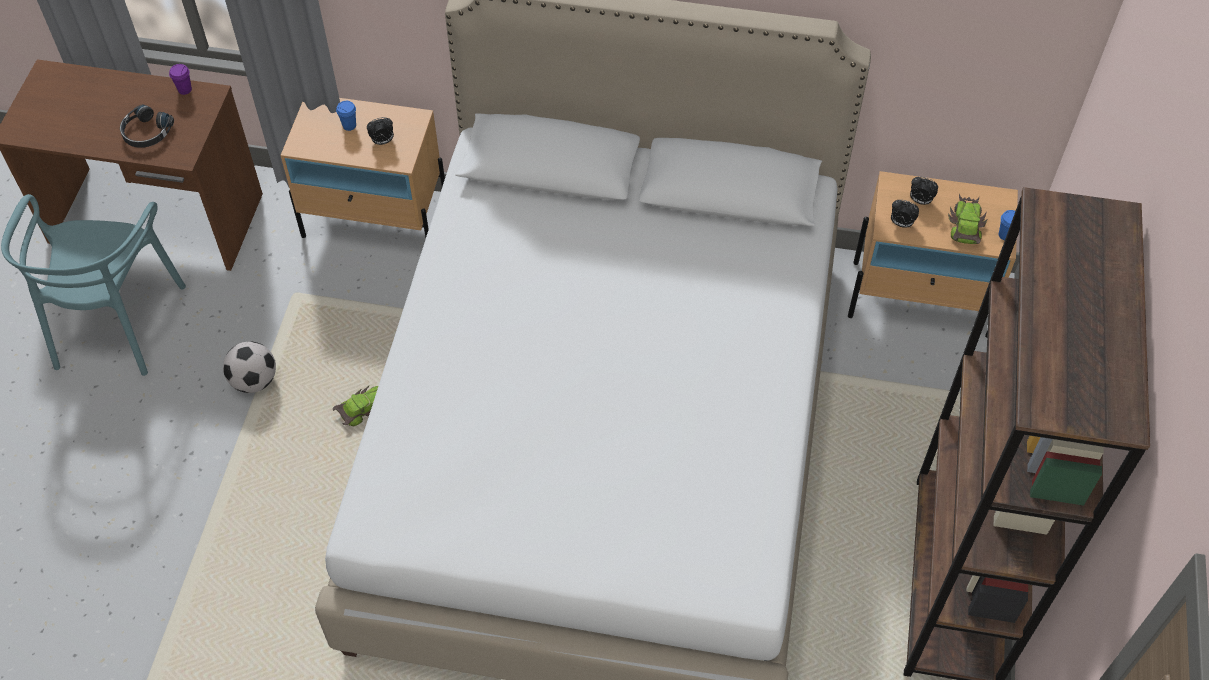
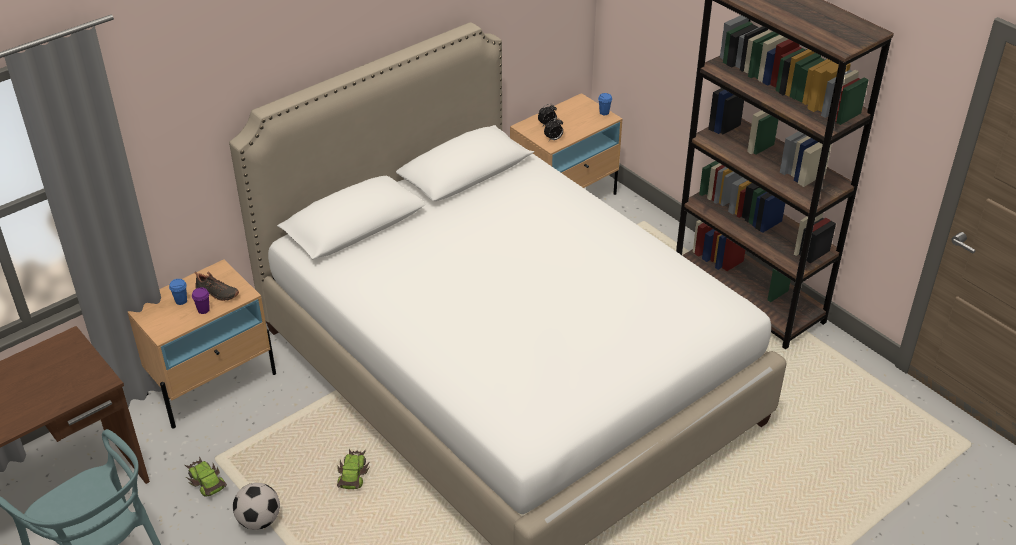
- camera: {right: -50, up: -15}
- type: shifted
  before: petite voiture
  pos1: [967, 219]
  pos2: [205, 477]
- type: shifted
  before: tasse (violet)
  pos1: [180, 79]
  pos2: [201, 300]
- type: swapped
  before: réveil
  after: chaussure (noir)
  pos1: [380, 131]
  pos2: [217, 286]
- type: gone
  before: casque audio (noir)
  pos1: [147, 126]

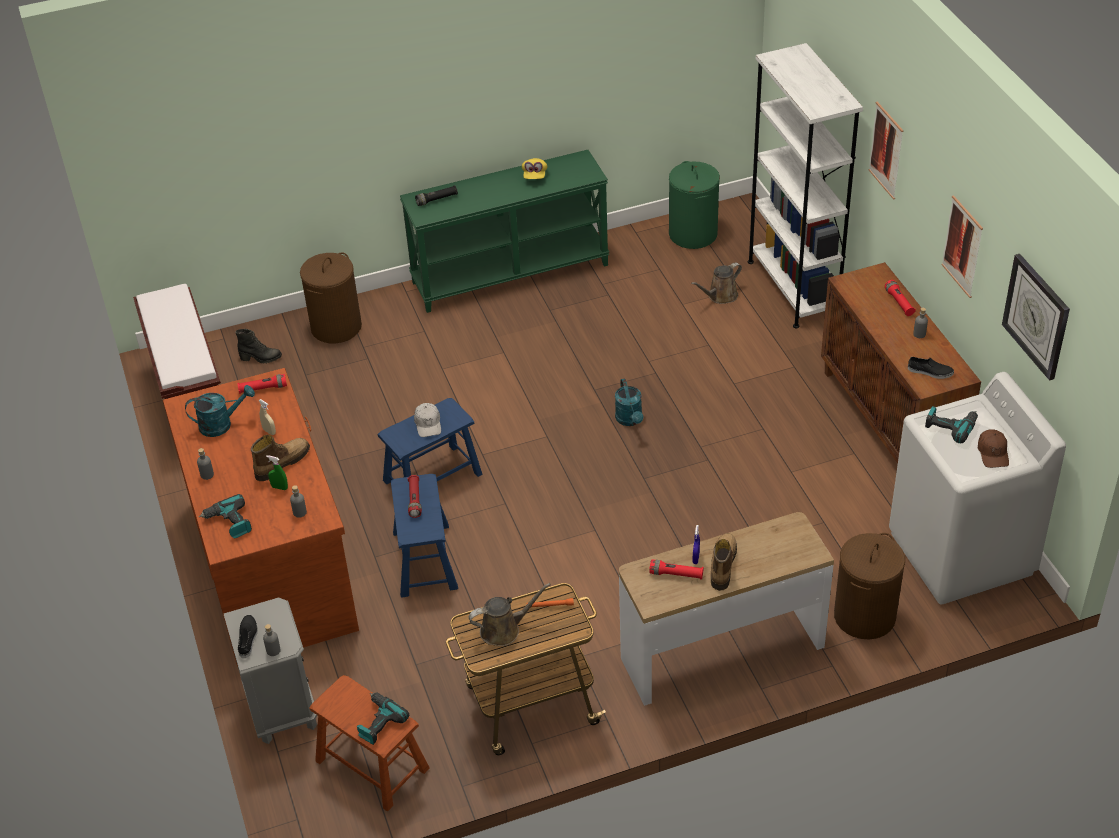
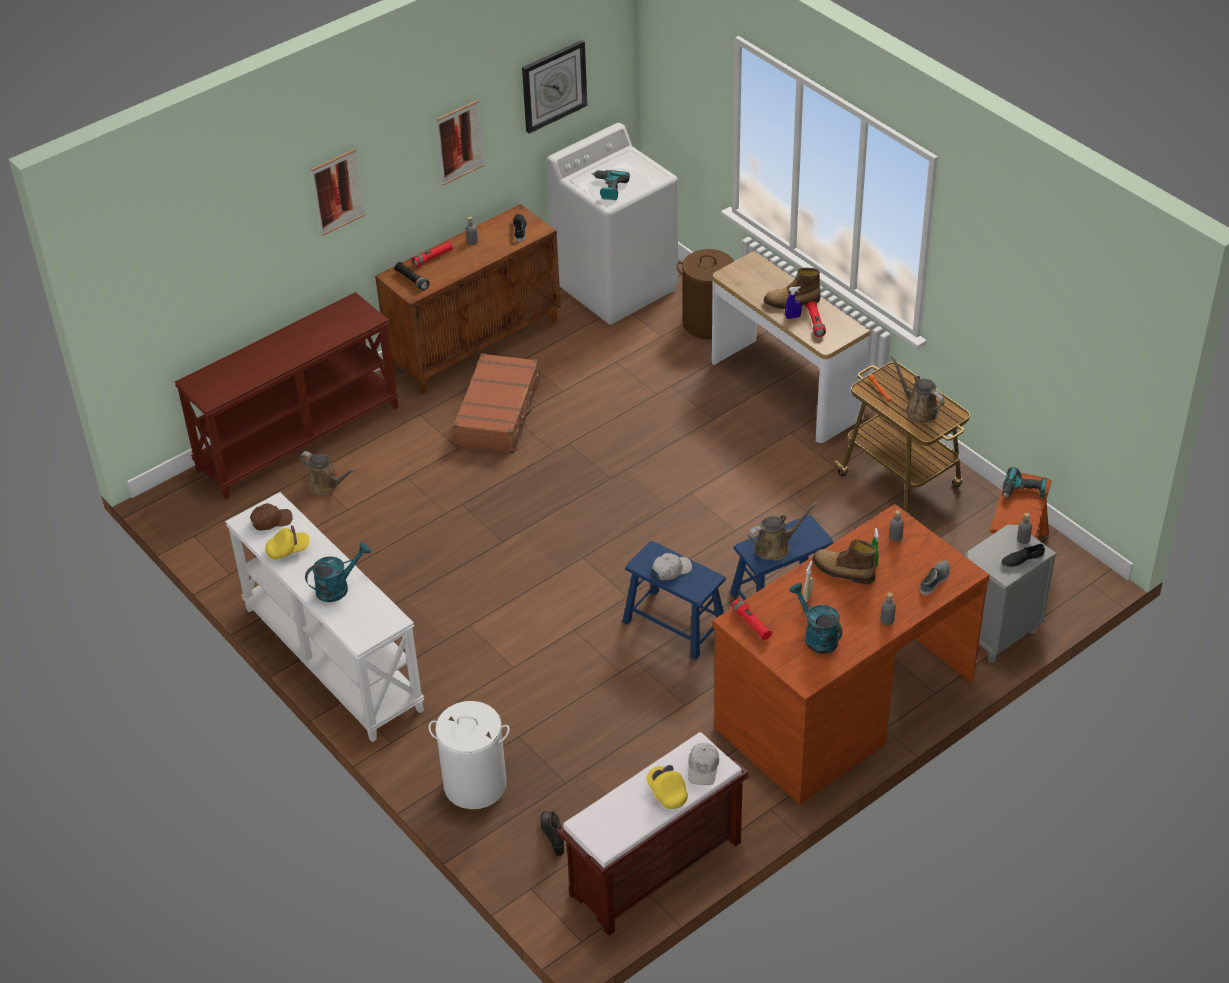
- camera: {right: -110, up: 0}
- type: swapped
  before: bibliothèque (blanc)
  after: table console (marron)
  pos1: [805, 185]
  pos2: [286, 395]
- type: repainted
  before: table console (vert)
  after: table console (blanc)
  pos1: [504, 231]
  pos2: [325, 617]
- type: shifted
  before: casquette (marron)
  pos1: [993, 448]
  pos2: [271, 516]
- type: shifted
  before: arrosoir (turquoise)
  pos1: [629, 402]
  pos2: [338, 572]
- type: shifted
  before: lampe de poche (noir)
  pos1: [436, 195]
  pos2: [412, 276]
- type: repainted
  before: panier à linge (marron)
  after: panier à linge (blanc)
  pos1: [331, 297]
  pos2: [469, 755]
- type: new
  after: valise (marron)
  pos2: [497, 403]
- type: new
  after: casquette (jaune)
  pos2: [667, 787]
- type: new
  after: casquette (blanc)
  pos2: [703, 764]
- type: swapped
  before: lampe de poche (rouge)
  after: arrosoir (marron)
  pos1: [415, 496]
  pos2: [783, 531]
- type: swapped
  before: perceuse
  after: chaussure (gris)
  pos1: [225, 516]
  pos2: [935, 577]
- type: gone
  before: panier à linge (vert)
  pos1: [694, 205]

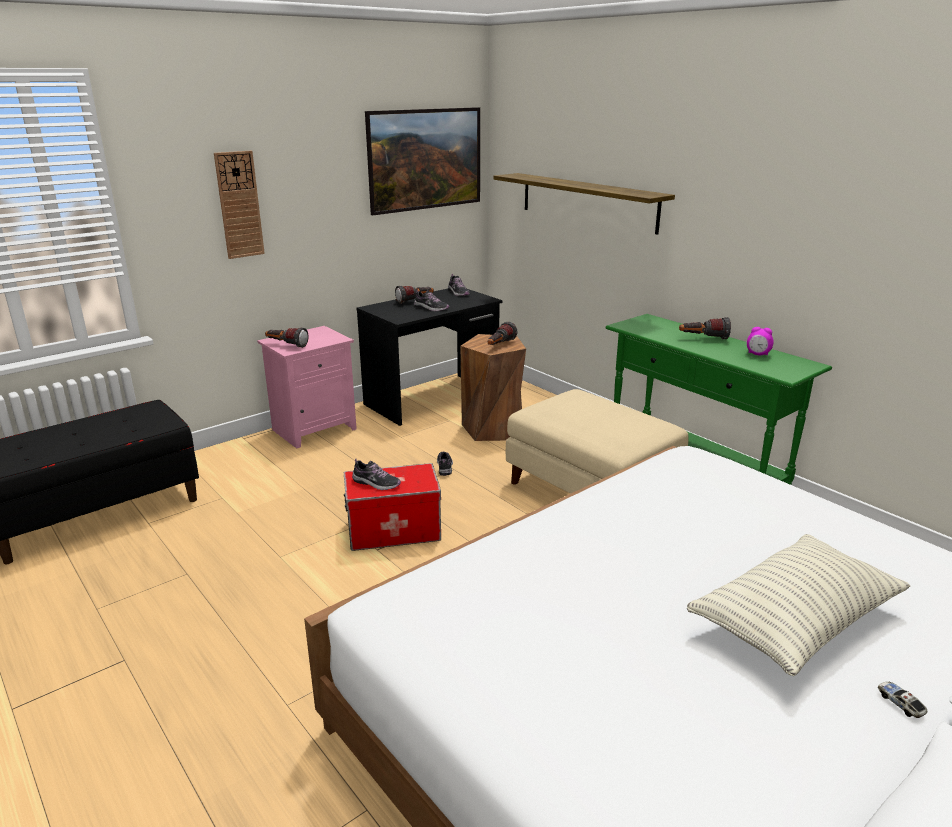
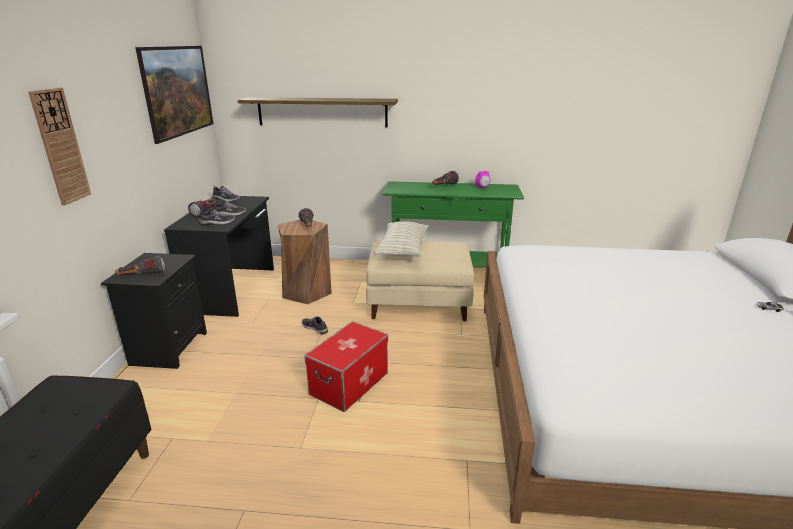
- camera: {right: -45, up: 0}
- type: repainted
  before: table de chevet (rose)
  after: table de chevet (noir)
  pos1: [307, 387]
  pos2: [154, 311]
- type: shifted
  before: chaussure
  pos1: [376, 474]
  pos2: [217, 217]
- type: shifted
  before: coussin
  pos1: [799, 605]
  pos2: [401, 239]

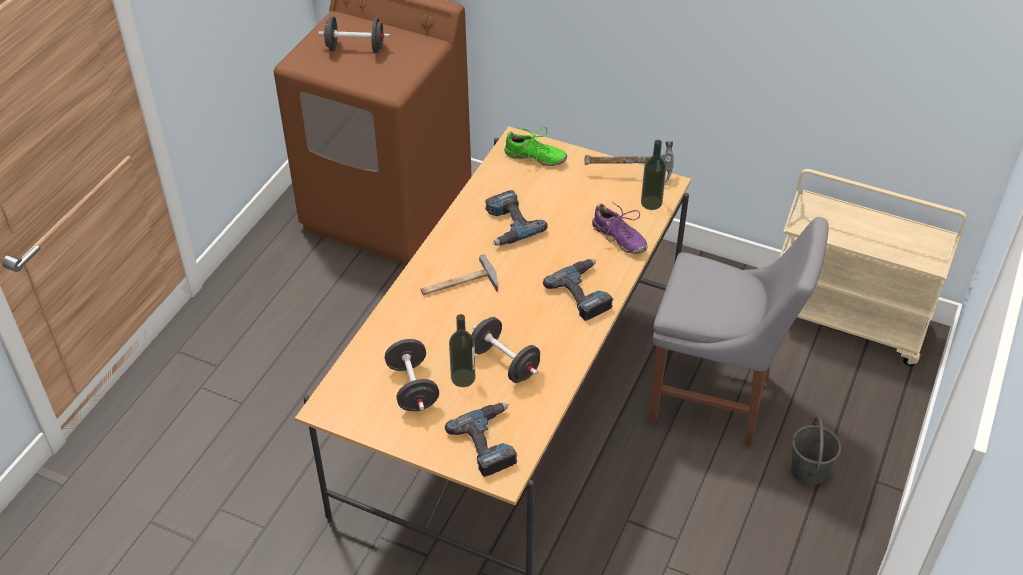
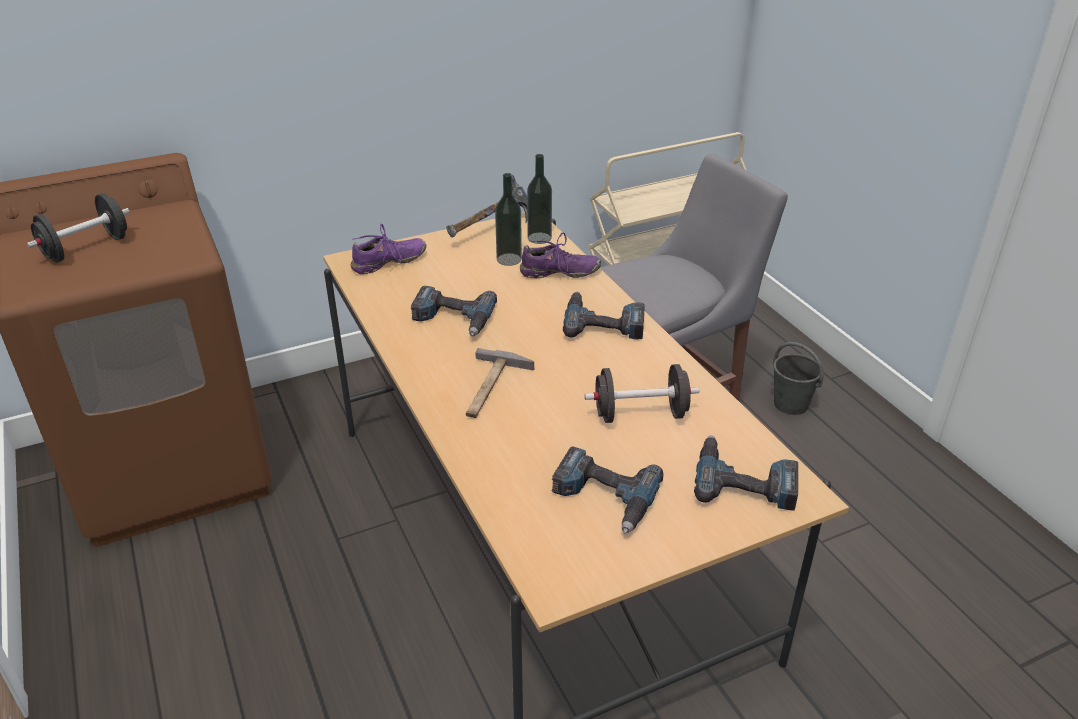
- camera: {right: -50, up: -10}
- type: repainted
  before: chaussure (vert)
  after: chaussure (violet)
  pos1: [535, 146]
  pos2: [388, 249]
- type: shifted
  before: bouteille
  pos1: [462, 350]
  pos2: [508, 219]
- type: swapped
  before: haltère (noir)
  after: perceuse
  pos1: [412, 375]
  pos2: [608, 490]

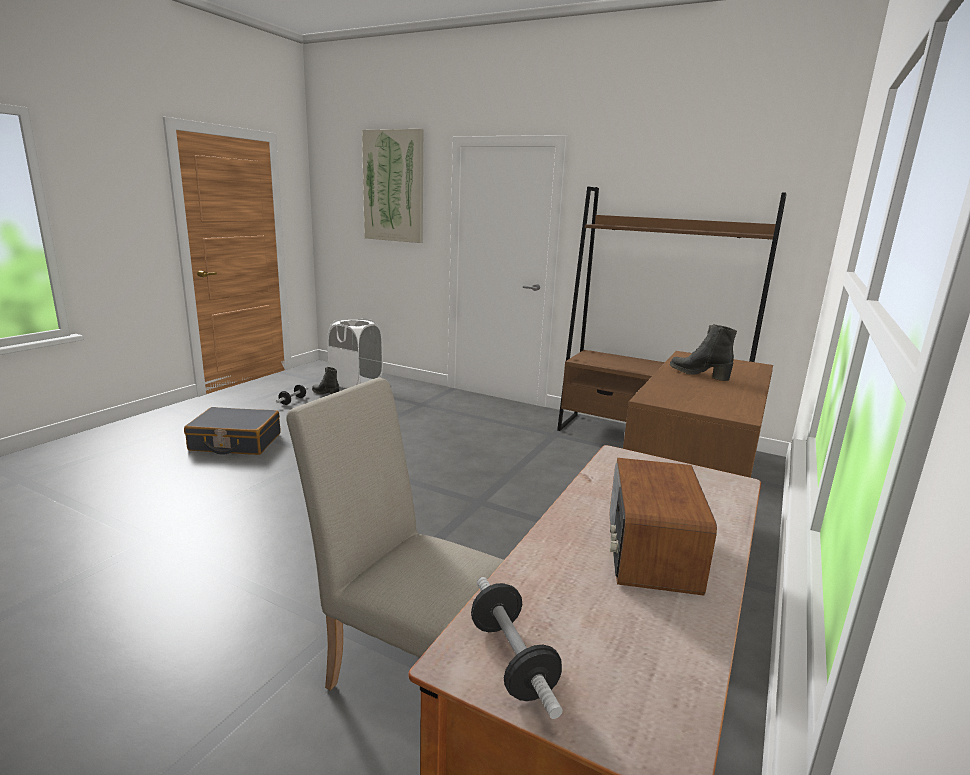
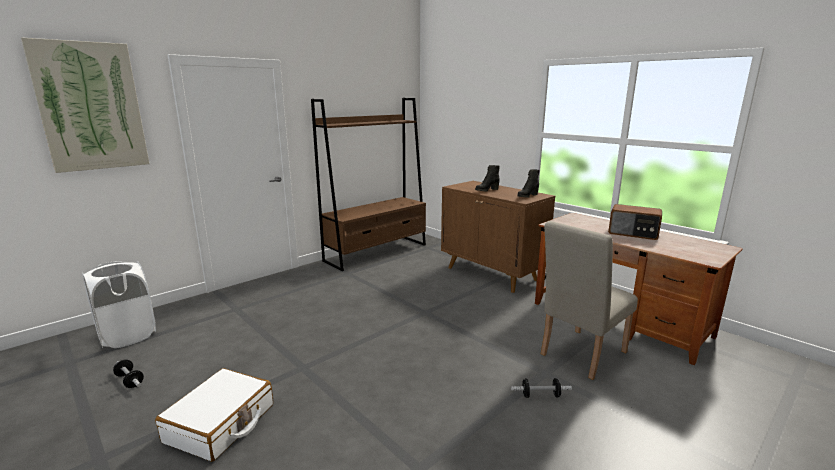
- camera: {right: -70, up: 0}
- type: repainted
  before: valise (noir)
  after: valise (blanc)
  pos1: [232, 431]
  pos2: [214, 415]
- type: shifted
  before: haltère
  pos1: [517, 648]
  pos2: [541, 388]
- type: shifted
  before: botte (noir)
  pos1: [325, 381]
  pos2: [528, 183]

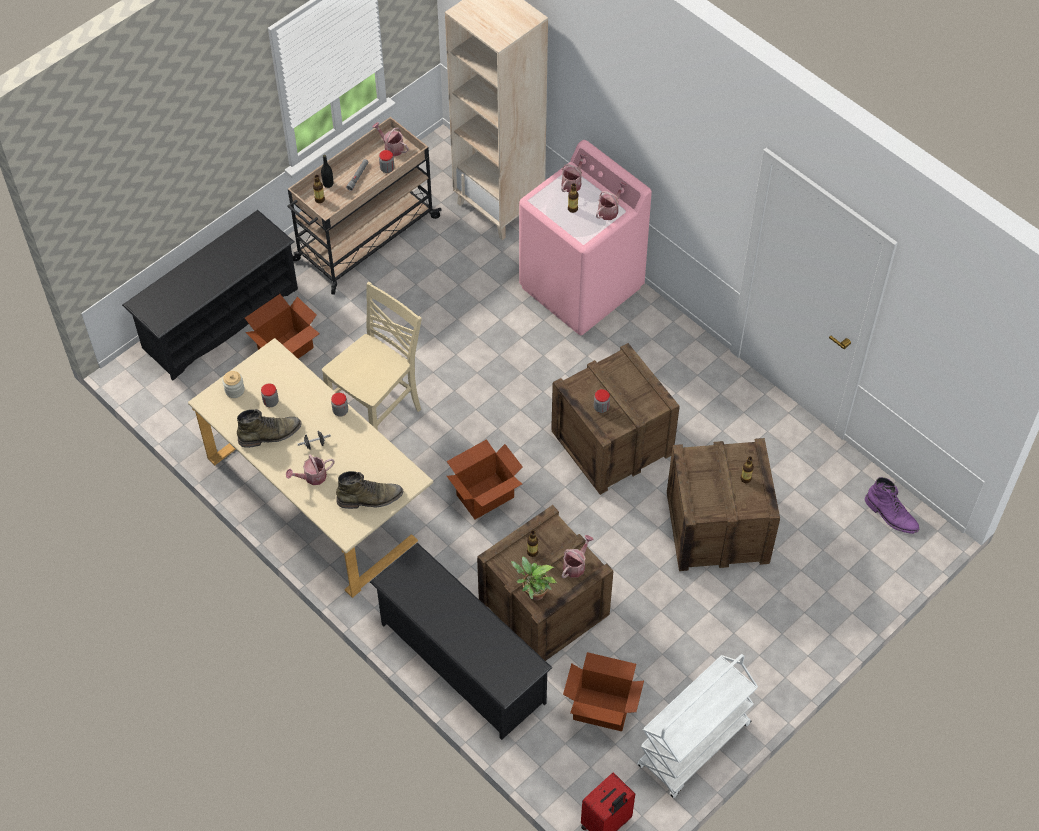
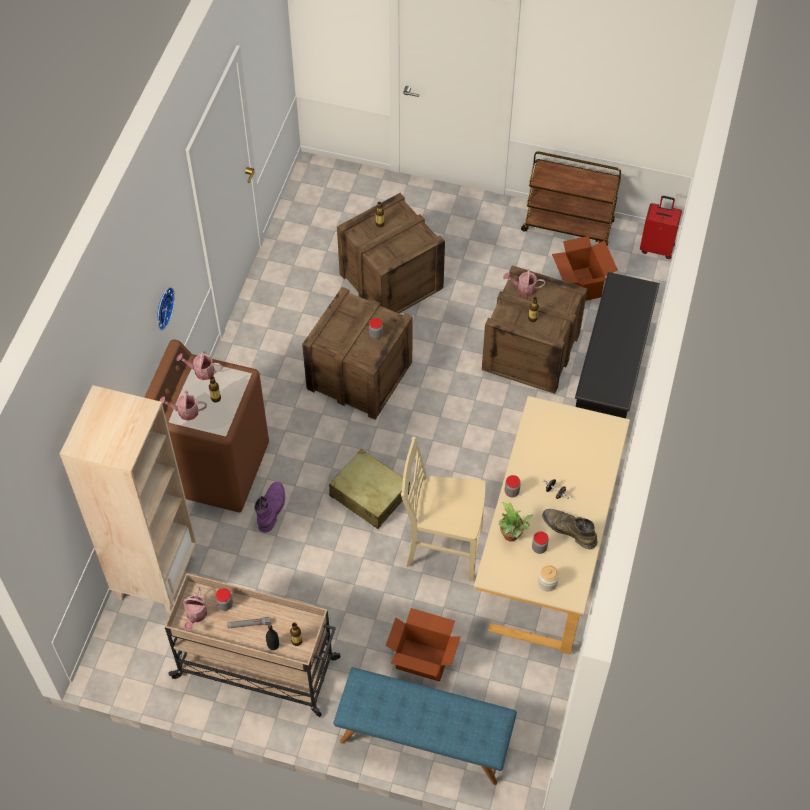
- camera: {right: -120, up: 0}
- type: repainted
  before: lave-linge (rose)
  after: lave-linge (marron)
  pos1: [585, 237]
  pos2: [206, 425]
- type: new
  after: horloge murale
  pos2: [166, 308]
- type: shifted
  before: botte (violet)
  pos1: [892, 505]
  pos2: [269, 507]
- type: new
  after: valise (beige)
  pos2: [369, 489]
- type: swapped
  before: étagère à chaussures (noir)
  after: banc (bleu)
  pos1: [210, 295]
  pos2: [425, 726]
- type: shifted
  before: plante en pot
  pos1: [534, 579]
  pos2: [516, 522]
- type: repainted
  before: chariot (blanc)
  after: chariot (marron)
  pos1: [697, 726]
  pos2: [571, 198]
- type: gone
  before: arrosoir
  pos1: [310, 469]
- type: gone
  before: botte (vert)
  pos1: [369, 490]
- type: gone
  before: carton
  pos1: [485, 479]

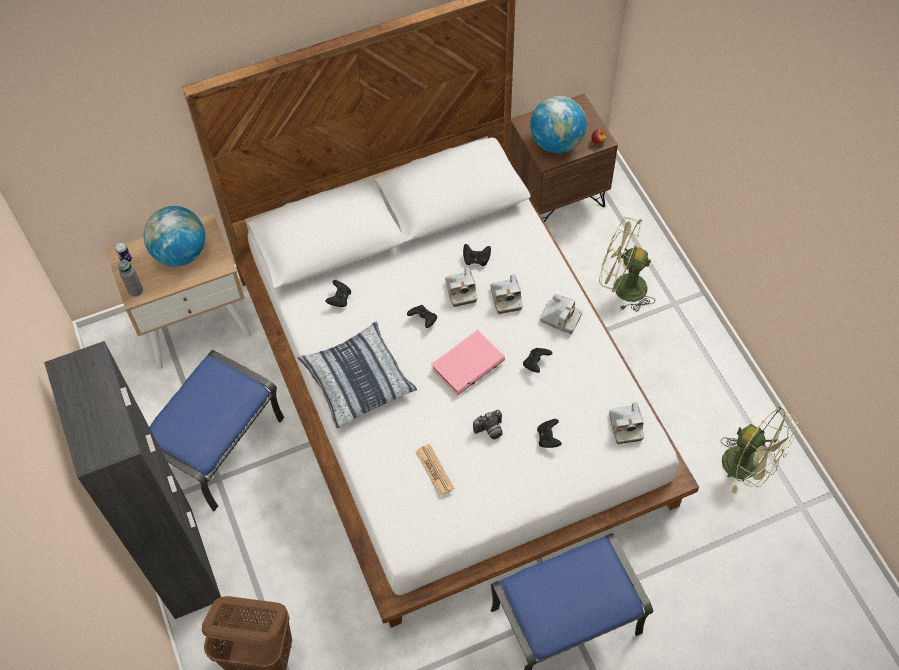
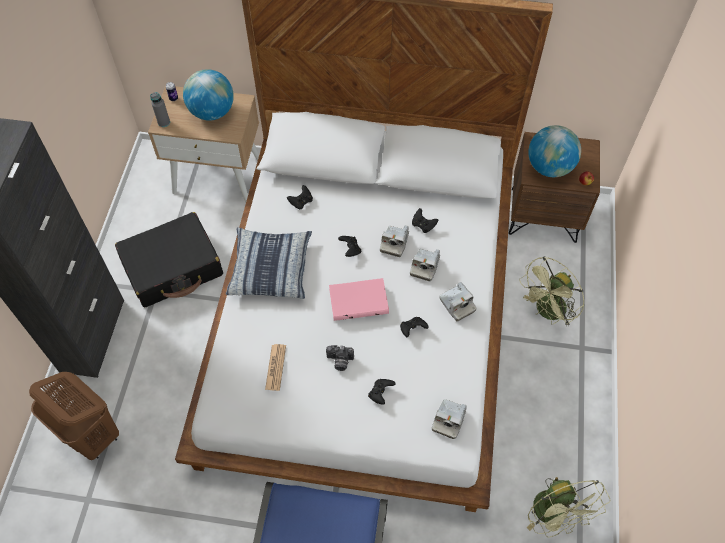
- camera: {right: 30, up: 0}
- type: swapped
  before: pouf (bleu)
  after: valise (noir)
  pos1: [216, 430]
  pos2: [169, 259]
- type: rotated
  before: ventilateur (vert)
  pos1: [627, 264]
  pos2: [551, 291]
  turn: -90

